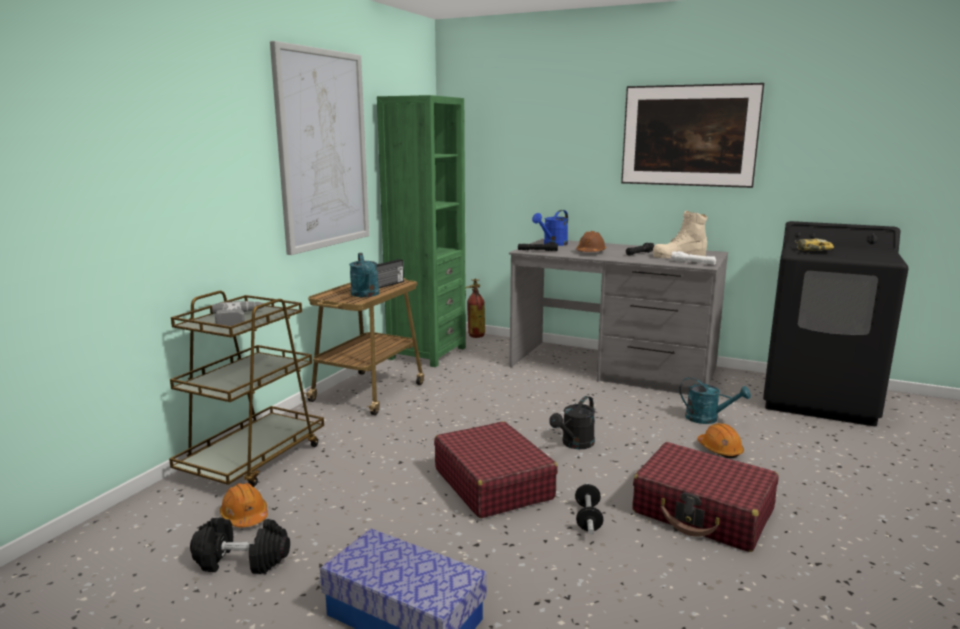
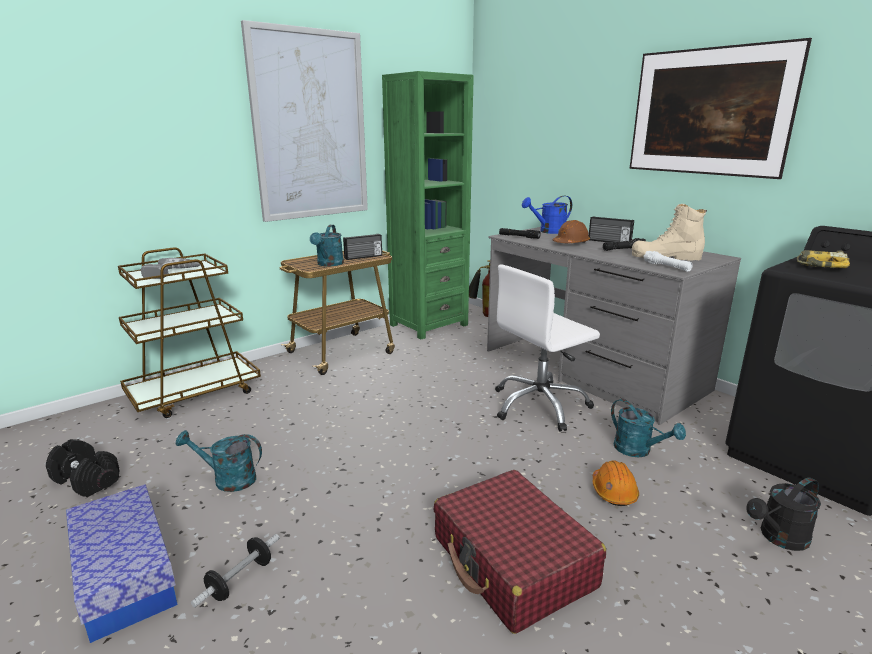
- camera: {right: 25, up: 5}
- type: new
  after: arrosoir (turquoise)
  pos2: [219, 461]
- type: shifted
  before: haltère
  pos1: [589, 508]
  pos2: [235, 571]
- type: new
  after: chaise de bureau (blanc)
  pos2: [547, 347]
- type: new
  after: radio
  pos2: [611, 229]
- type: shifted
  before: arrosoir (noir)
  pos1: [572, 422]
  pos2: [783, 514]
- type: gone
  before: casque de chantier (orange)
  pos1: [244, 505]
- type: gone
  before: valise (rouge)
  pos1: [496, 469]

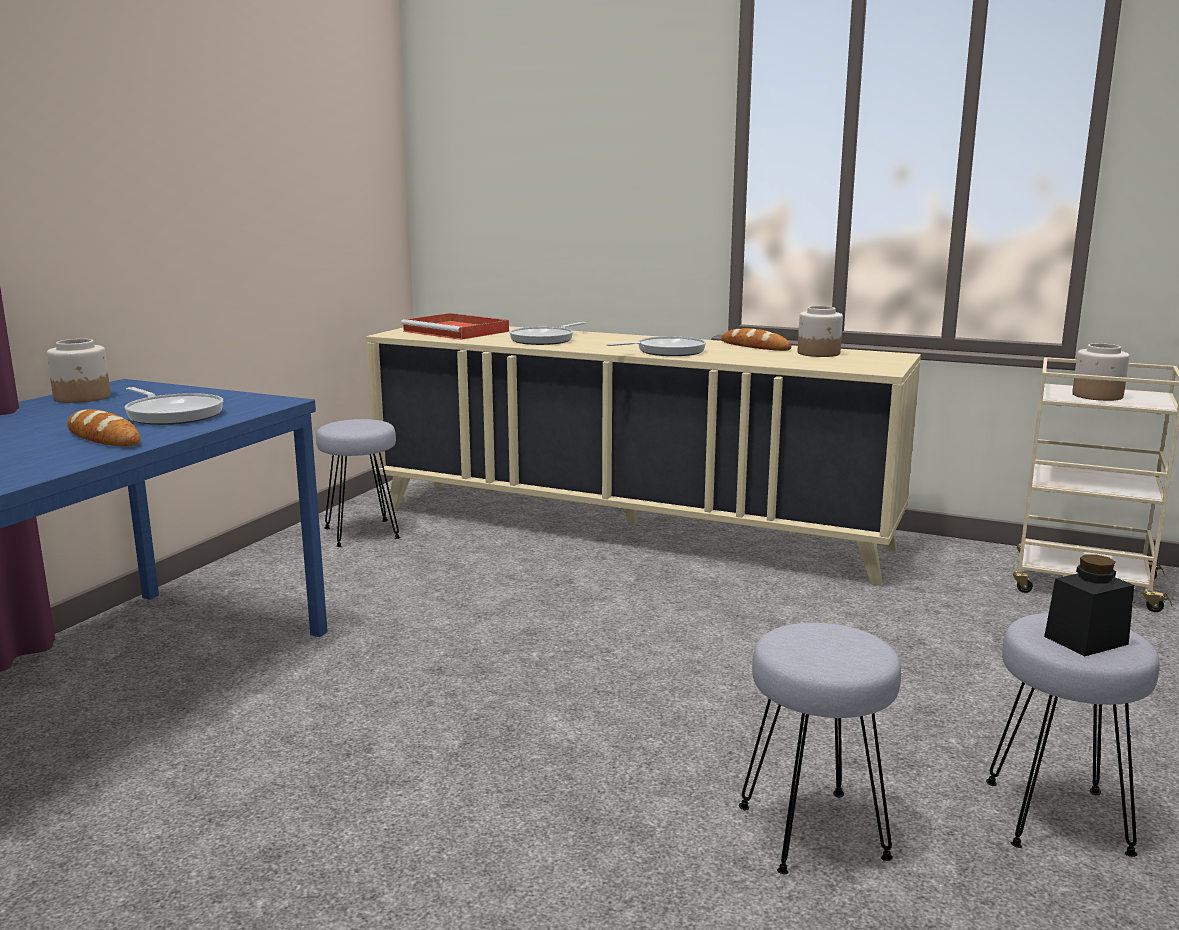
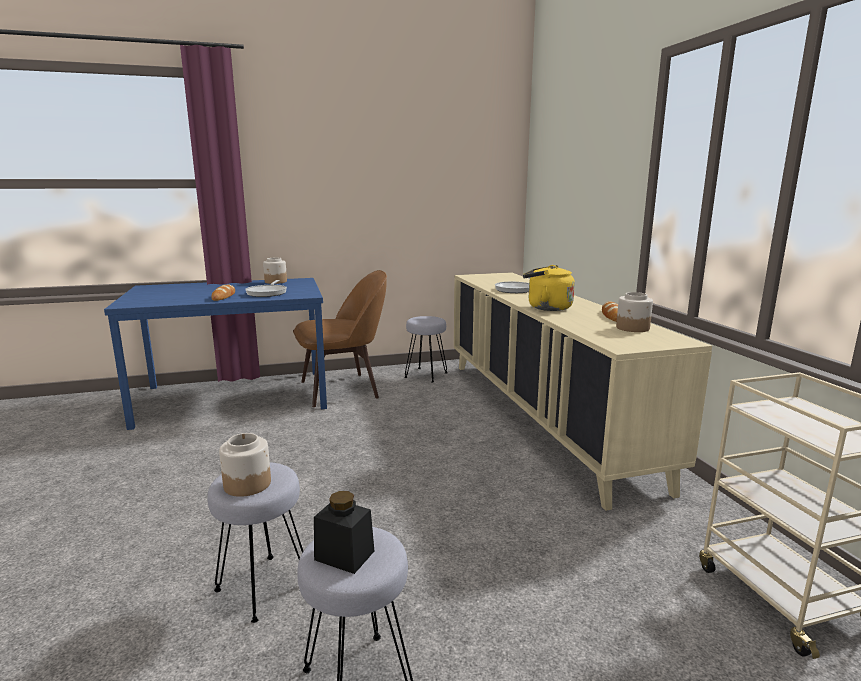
- camera: {right: 50, up: 0}
- type: shifted
  before: bocal
  pos1: [1100, 372]
  pos2: [245, 465]
- type: new
  after: chaise (marron)
  pos2: [340, 338]
- type: swapped
  before: poêle
  after: bouilloire (jaune)
  pos1: [656, 346]
  pos2: [549, 288]
- type: gone
  before: plateau (rouge)
  pos1: [455, 326]

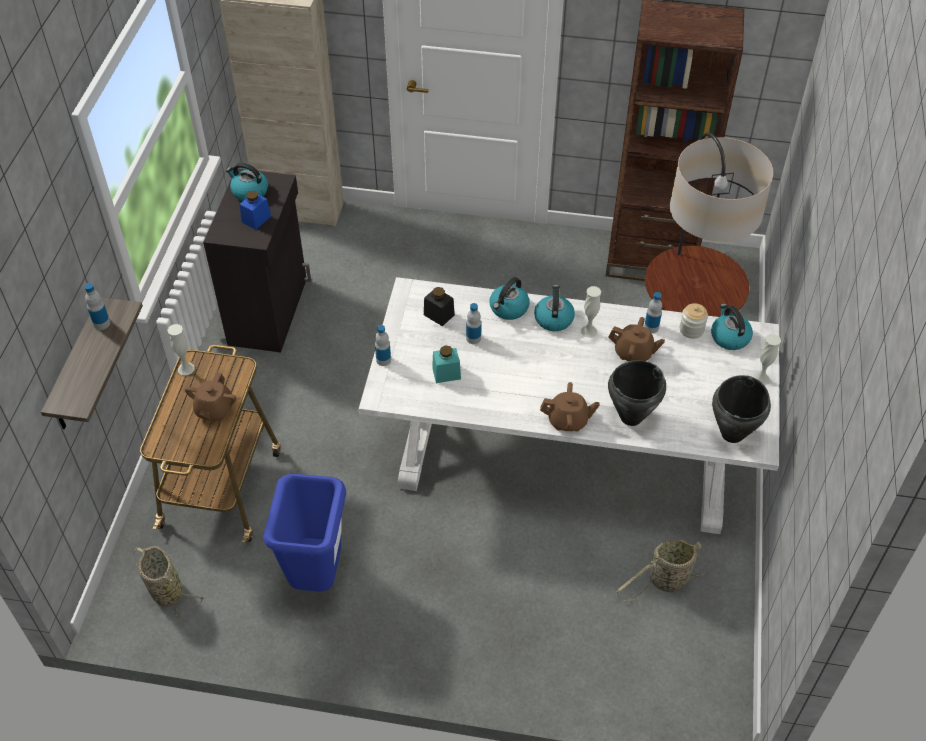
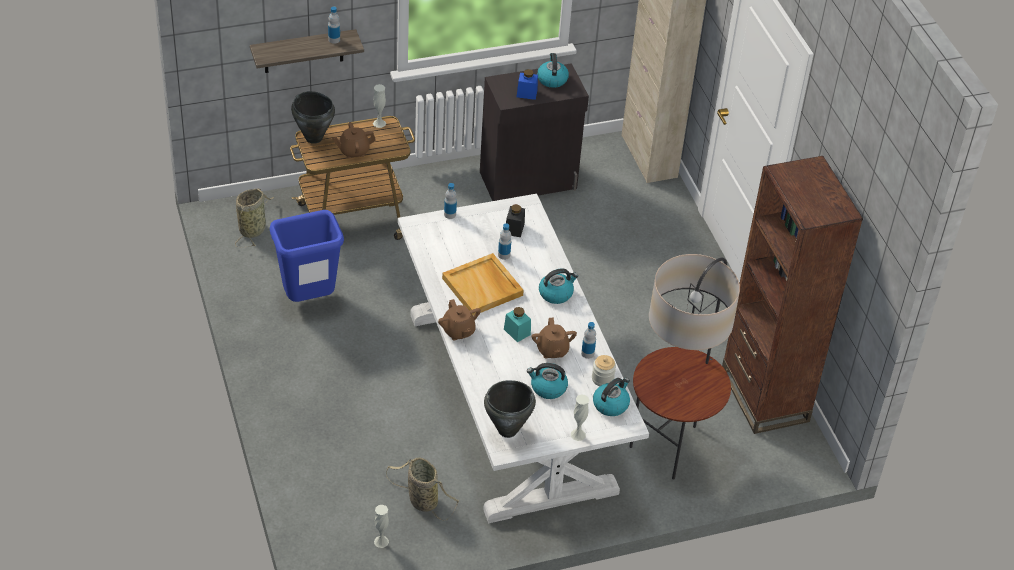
- camera: {right: 60, up: -5}
- type: shifted
  before: marmite (noir)
  pos1: [637, 393]
  pos2: [313, 117]
- type: shifted
  before: vase (blanc)
  pos1: [591, 312]
  pos2: [381, 526]
- type: new
  after: plateau (beige)
  pos2: [483, 284]
- type: shifted
  before: bocal (turquoise)
  pos1: [446, 364]
  pos2: [517, 324]
- type: shifted
  before: bouilloire
  pos1: [510, 298]
  pos2: [547, 381]

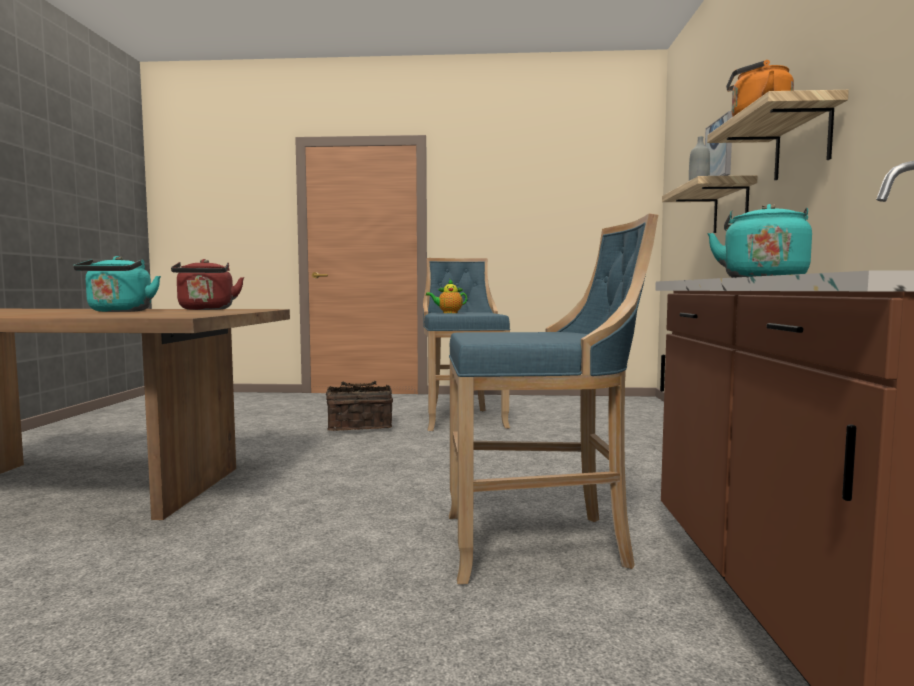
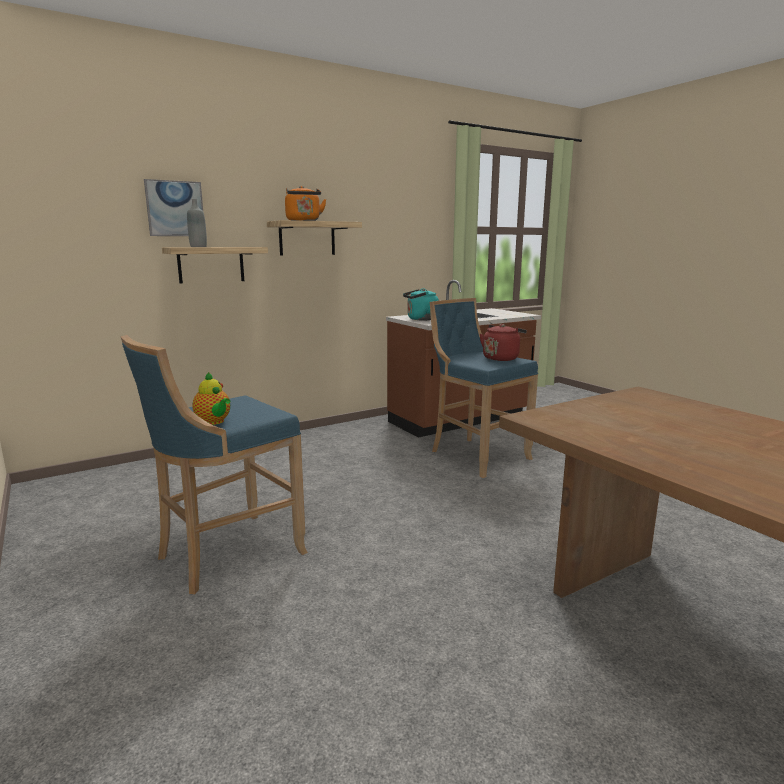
- camera: {right: -125, up: 10}
- type: shifted
  before: bouilloire (rouge)
  pos1: [207, 284]
  pos2: [503, 342]
- type: gone
  before: bouilloire (turquoise)
  pos1: [117, 284]
- type: gone
  before: panier
  pos1: [359, 406]

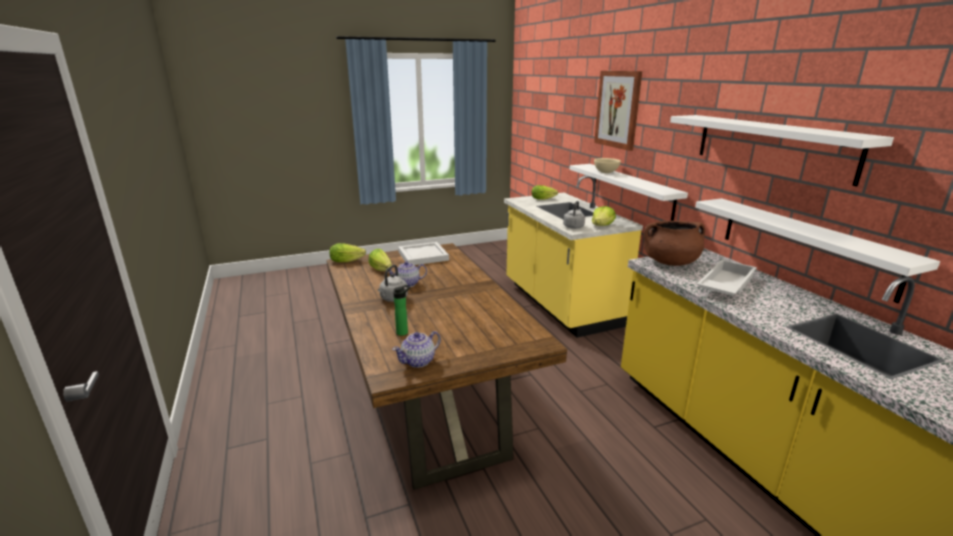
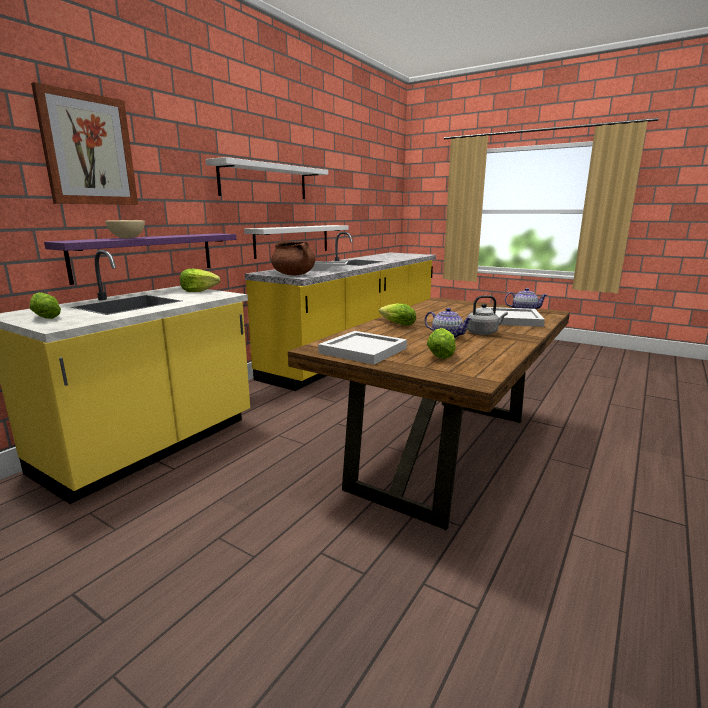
- camera: {right: -125, up: -5}
- type: repainted
  before: étagère (blanc)
  after: étagère (violet)
  pos1: [629, 192]
  pos2: [140, 259]
- type: shifted
  before: laitue
  pos1: [348, 252]
  pos2: [397, 314]
- type: swapped
  before: bouteille
  after: plateau (blanc)
  pos1: [401, 310]
  pos2: [515, 317]
- type: gone
  before: bouilloire (gris)
  pos1: [574, 215]

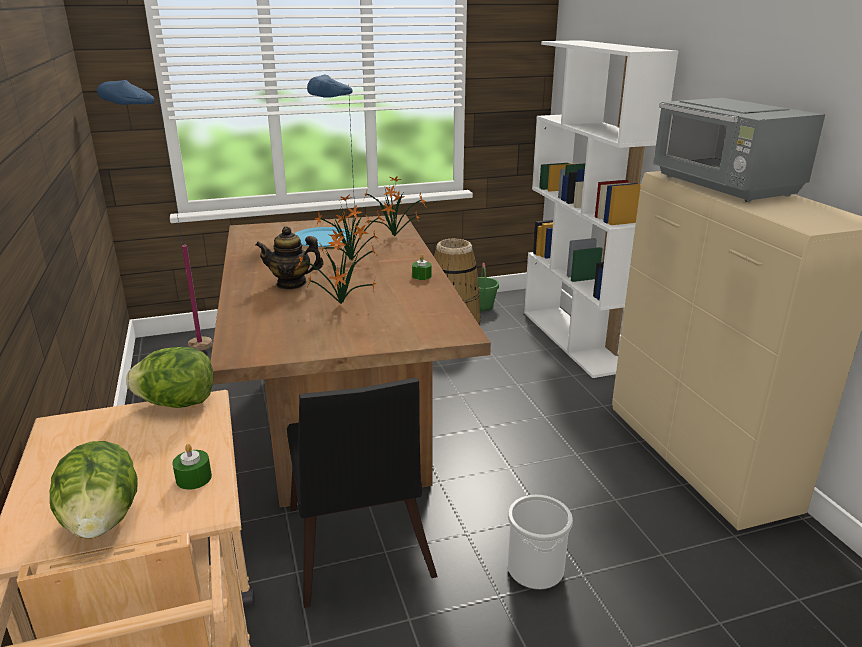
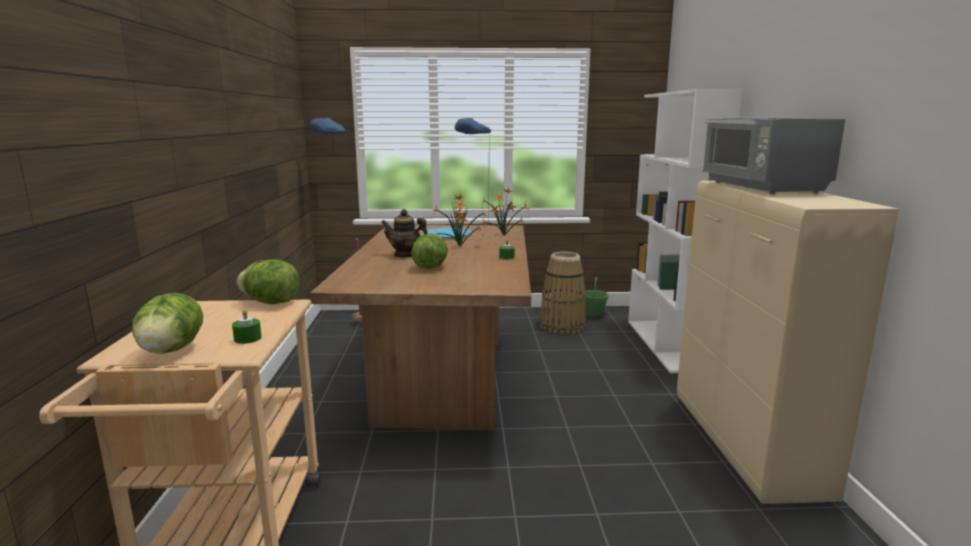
- camera: {right: 15, up: -10}
- type: swapped
  before: plante en pot
  after: laitue
  pos1: [337, 267]
  pos2: [429, 251]
- type: gone
  before: chaise (noir)
  pos1: [362, 493]
- type: gone
  before: seau
  pos1: [540, 542]

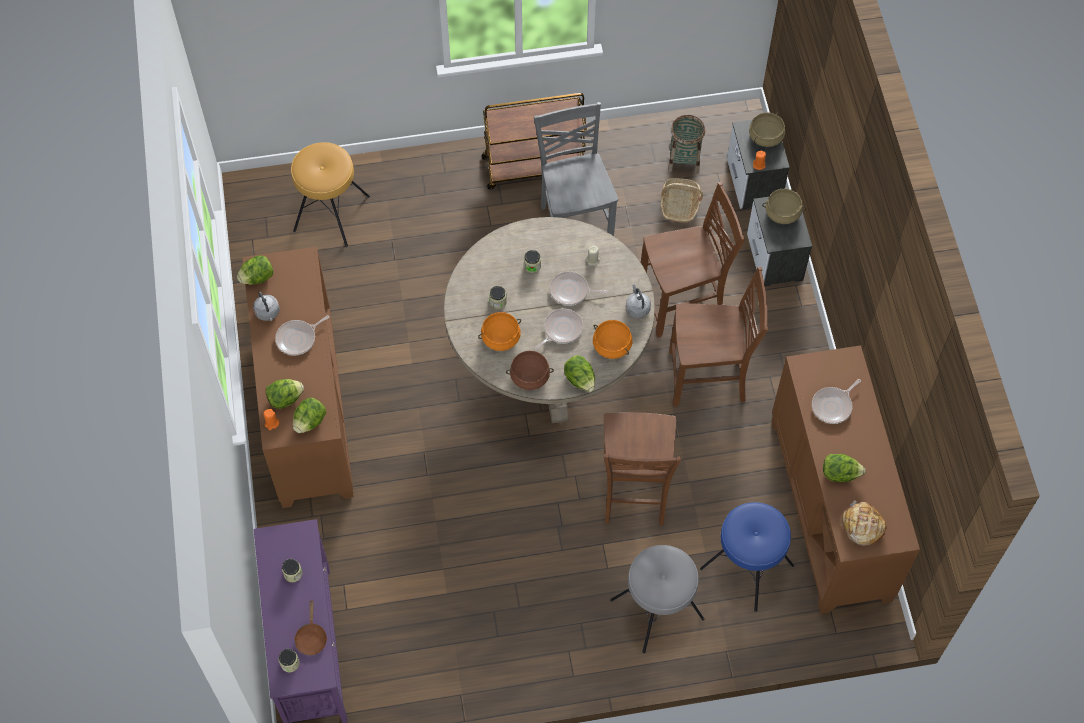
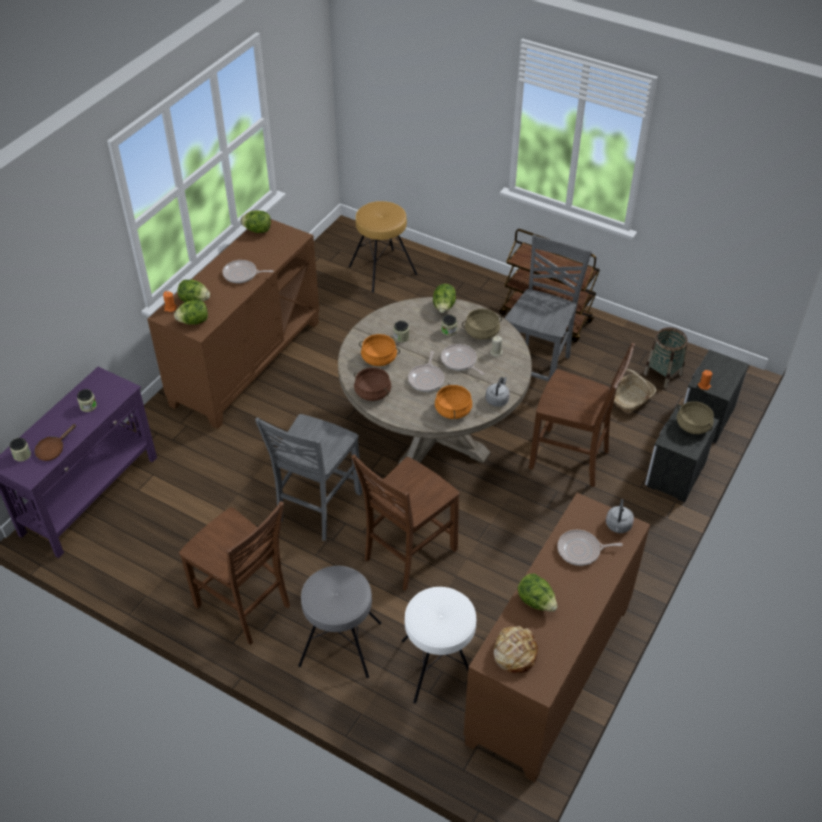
- camera: {right: 40, up: -15}
- type: shifted
  before: chaise (marron)
  pos1: [718, 337]
  pos2: [234, 573]
- type: new
  after: chaise (gris)
  pos2: [308, 477]
- type: repainted
  before: tabouret (bleu)
  after: tabouret (blanc)
  pos1: [747, 557]
  pos2: [439, 645]
- type: rotated
  before: poêle
  pos1: [559, 329]
  pos2: [426, 371]
  turn: 105
- type: shifted
  before: laitue
  pos1: [579, 373]
  pos2: [444, 298]
- type: shifted
  before: marmite (beige)
  pos1: [767, 129]
  pos2: [482, 324]
- type: shifted
  before: bouilloire (gris)
  pos1: [266, 306]
  pos2: [620, 516]

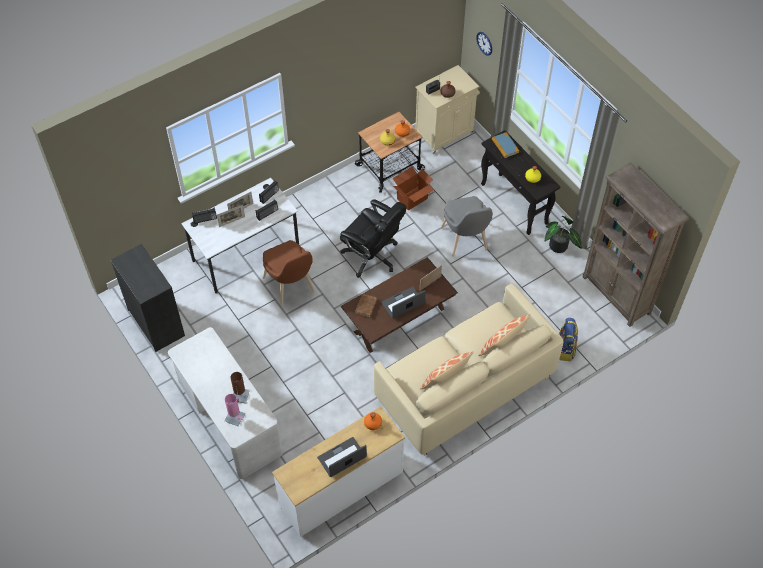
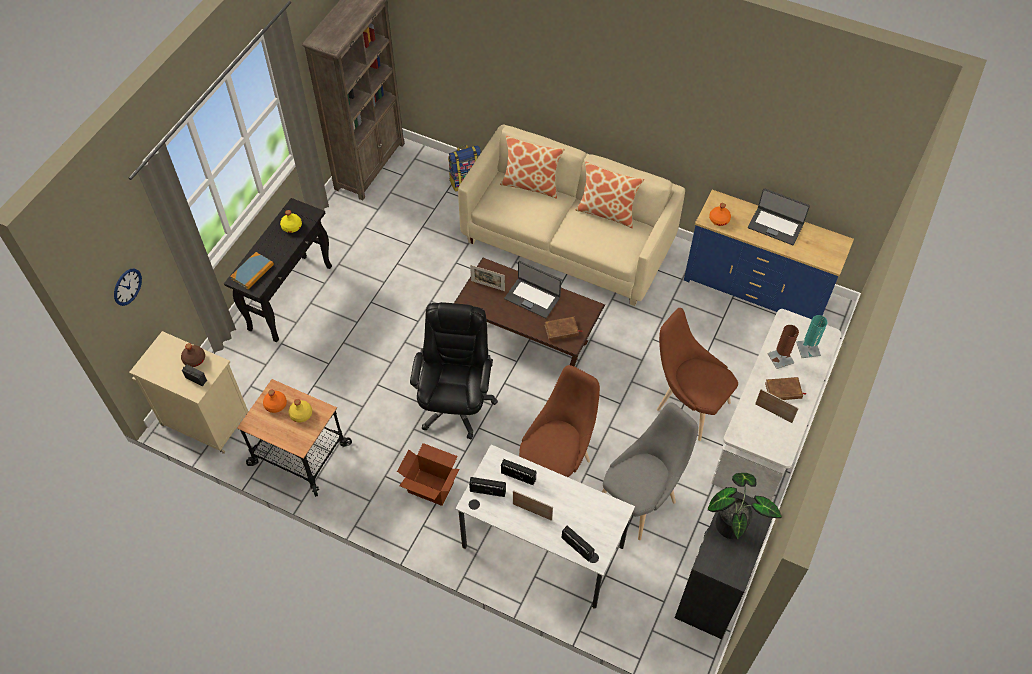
- camera: {right: -120, up: 0}
- type: shifted
  before: carton
  pos1: [413, 188]
  pos2: [428, 474]
- type: shifted
  before: chaise (gris)
  pos1: [467, 226]
  pos2: [650, 471]
- type: new
  after: chaise (marron)
  pos2: [697, 374]
- type: repainted
  before: commode (blanc)
  after: commode (bleu)
  pos1: [338, 471]
  pos2: [769, 254]
- type: shifted
  before: plante en pot
  pos1: [563, 234]
  pos2: [745, 506]
- type: shifted
  before: cadre photo
  pos1: [231, 216]
  pos2: [777, 406]
- type: new
  after: livre (marron)
  pos2: [786, 388]
- type: repainted
  before: lampe de table (rose)
  after: lampe de table (turquoise)
  pos1: [235, 410]
  pos2: [811, 336]

